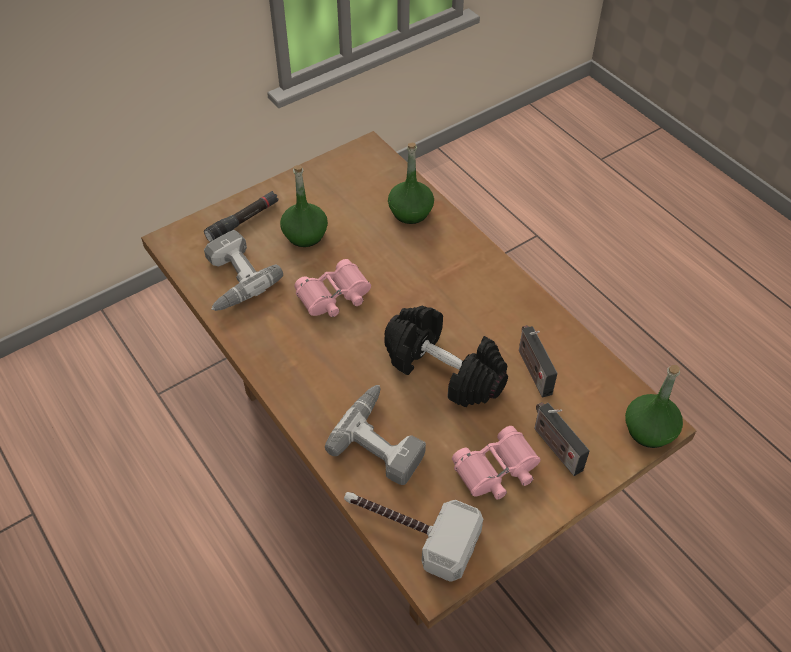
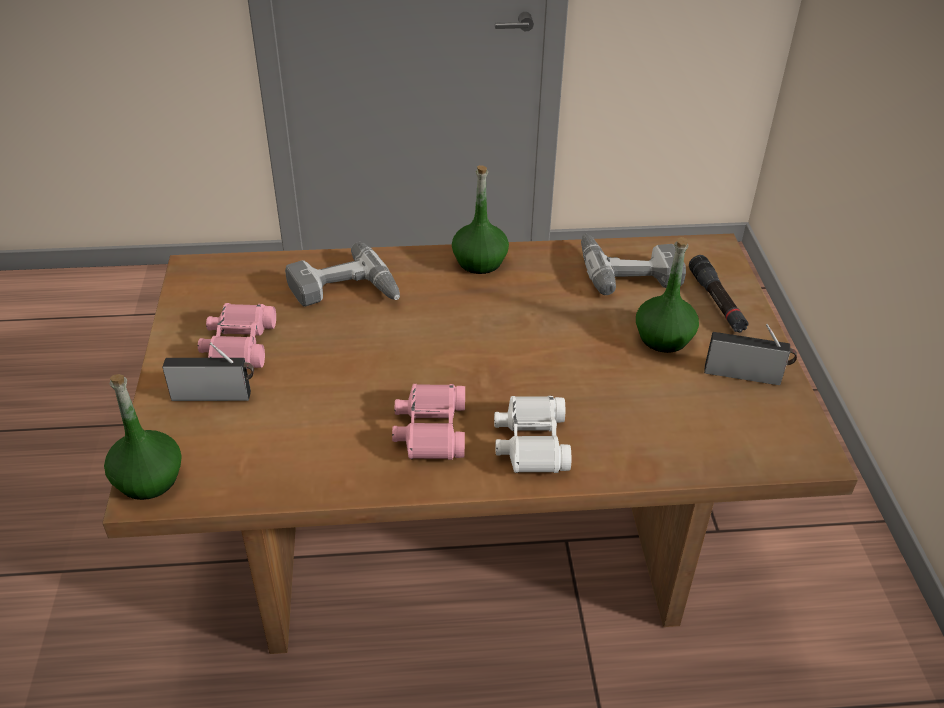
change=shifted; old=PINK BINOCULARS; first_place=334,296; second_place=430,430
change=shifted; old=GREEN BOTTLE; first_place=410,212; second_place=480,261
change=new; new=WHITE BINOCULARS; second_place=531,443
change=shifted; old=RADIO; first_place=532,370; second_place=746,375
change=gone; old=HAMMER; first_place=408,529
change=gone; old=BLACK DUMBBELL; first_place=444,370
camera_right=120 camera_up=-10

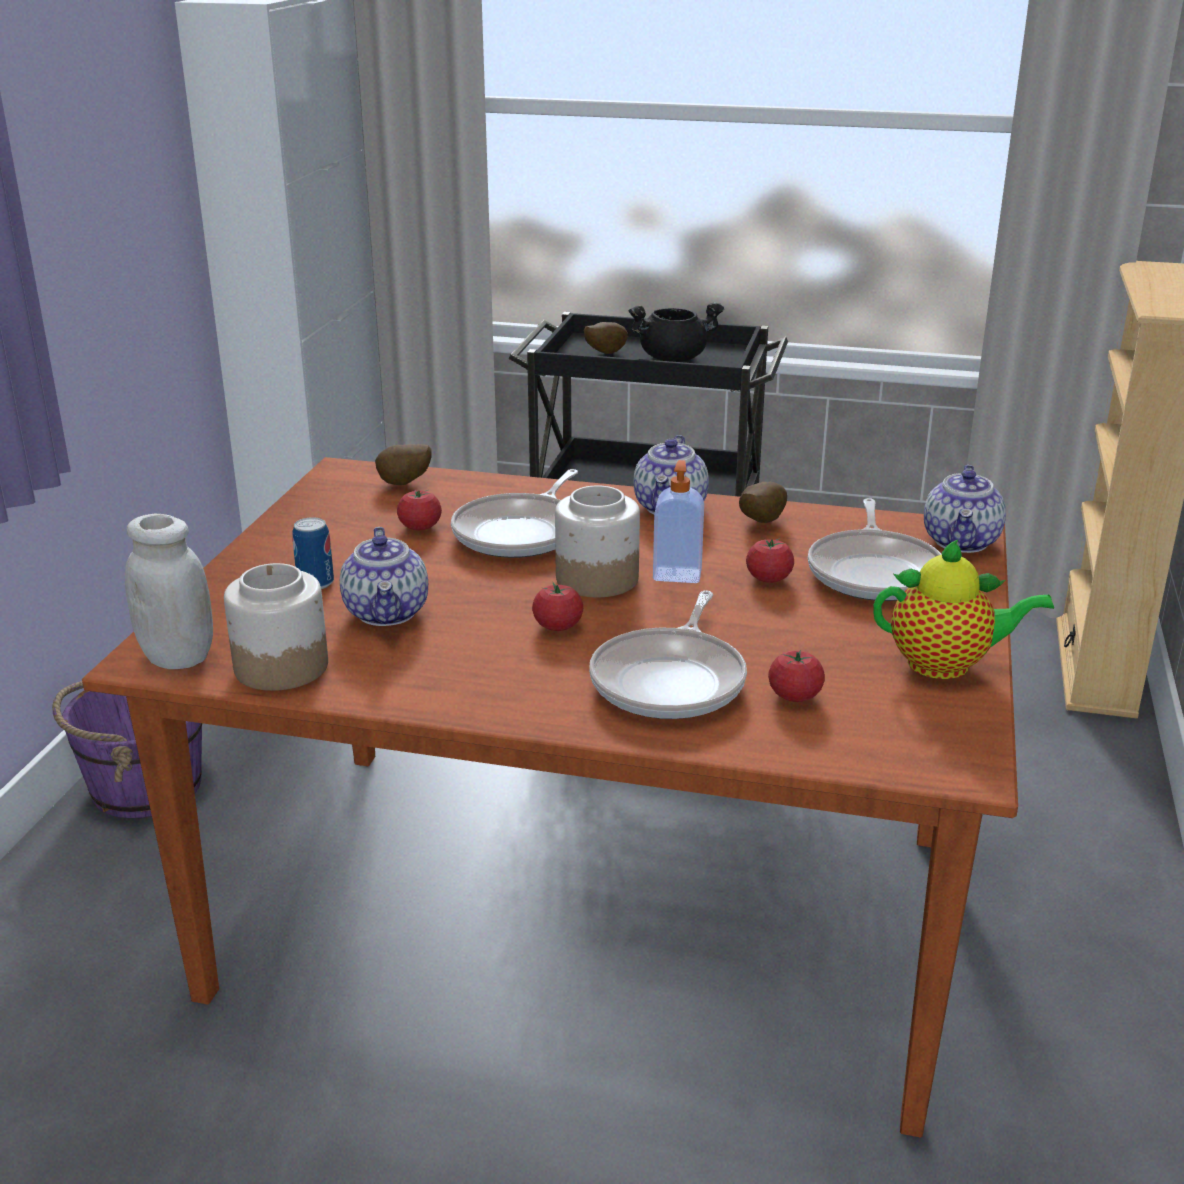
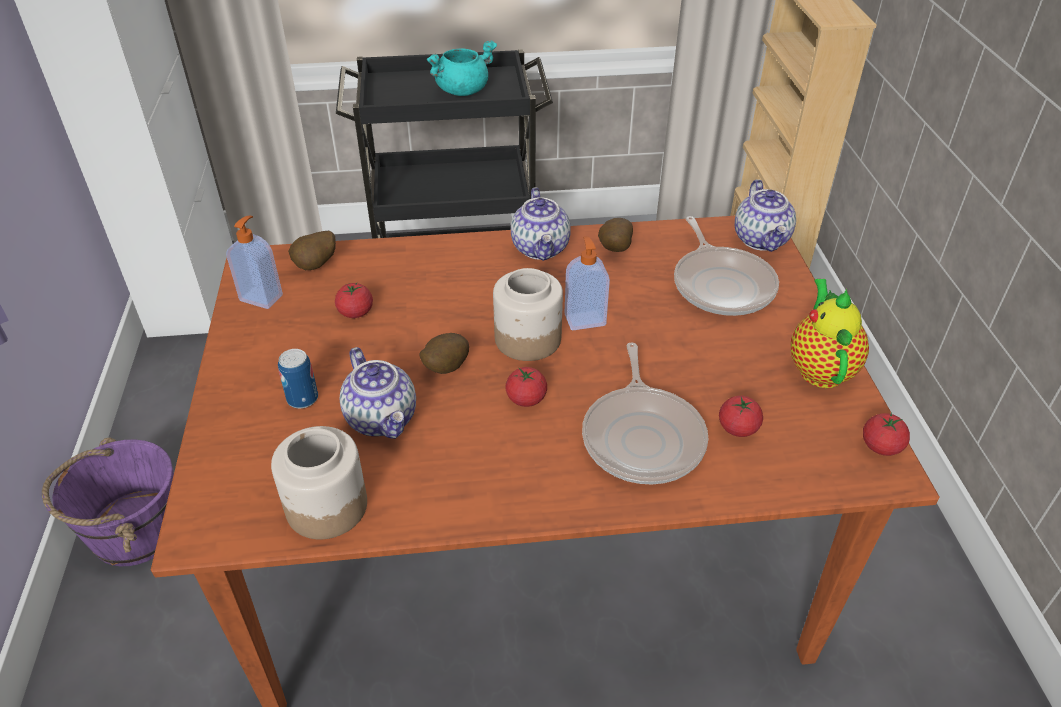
change=new; new=SOAP DISPENSER; second_place=262,297
change=shifted; old=POTATO; first_place=604,353; second_place=444,368
change=repainted; old=BLACK COOKING POT; new=TURQUOISE COOKING POT; first_place=673,358; second_place=462,90
change=rotated; old=TEAPOT; first_place=946,665; second_place=820,368; degrees=-75
change=shifted; old=TOMATO; first_place=768,578; second_place=881,446
change=gone; old=WHITE JAR; first_place=178,657
change=gone; old=FRYING PAN; first_place=520,533
camera_right=-20 camera_up=15

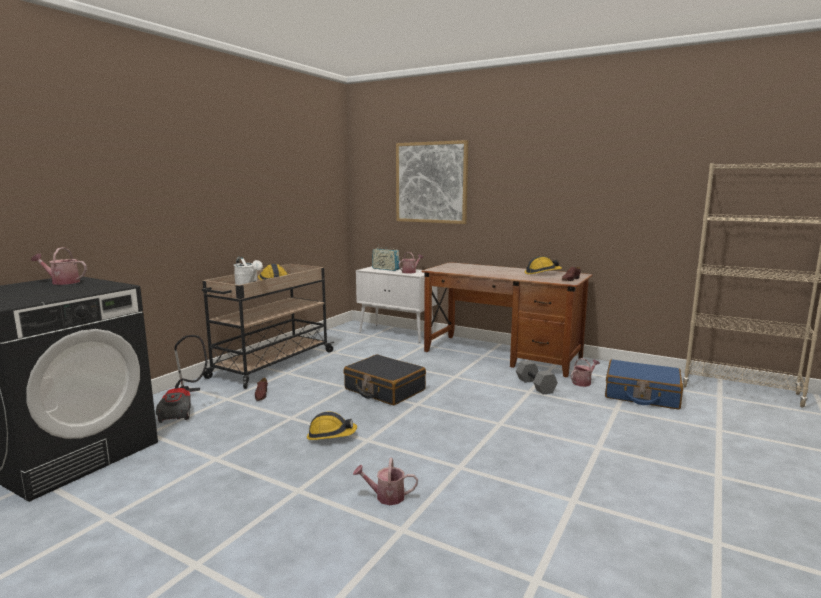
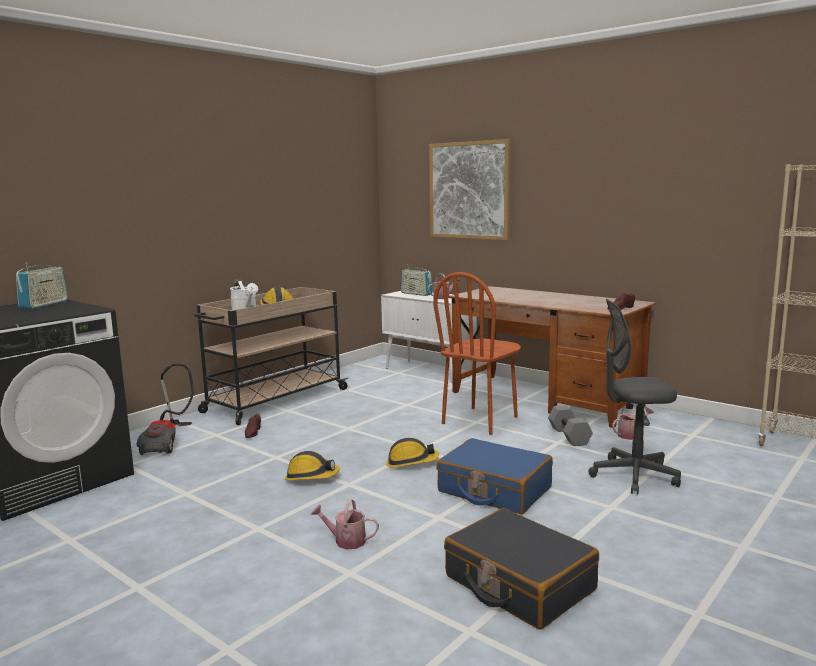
change=swapped; old=WATERING CAN; new=RADIO; first_place=62,282; second_place=44,305
change=shifted; old=HARD HAT; first_place=542,273; second_place=411,463
change=new; new=BROWN CHAIR; second_place=480,420
change=shifted; old=BLUE SUITCASE; first_place=641,395; second_place=494,490
change=shifted; old=BLACK SUITCASE; first_place=384,390; second_place=518,583
change=new; new=GREY OFFICE CHAIR; second_place=633,476
camera_right=10 camera_up=0

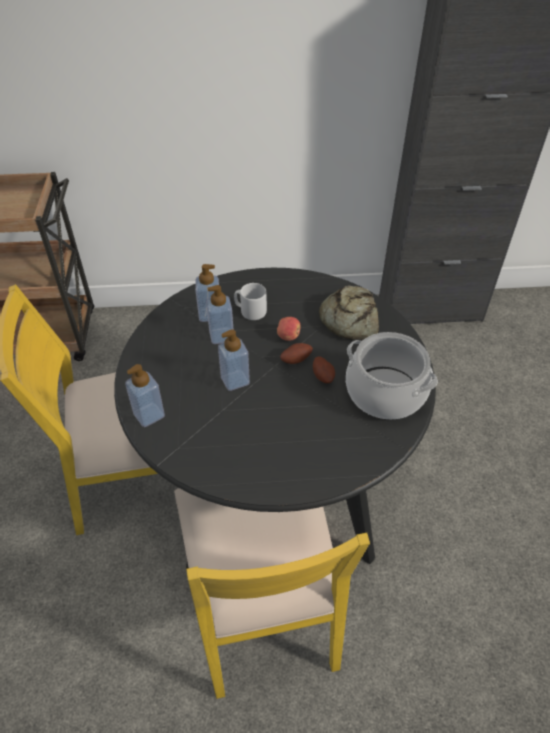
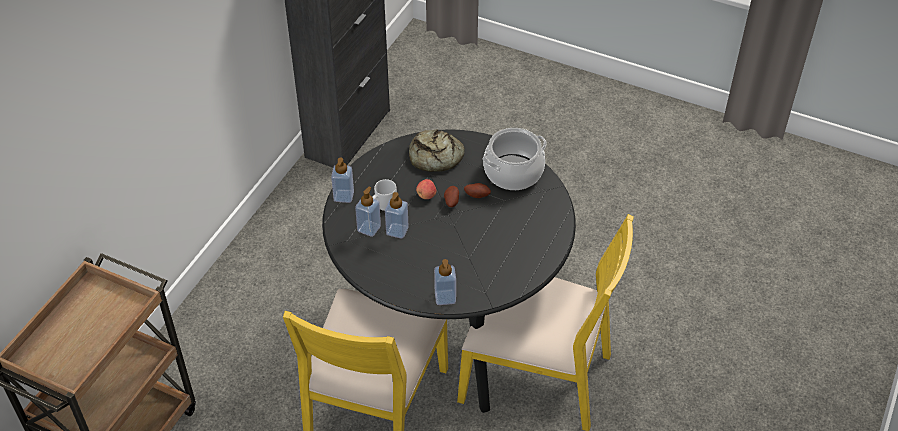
change=shifted; old=SOAP DISPENSER; first_place=235,380; second_place=343,196
camera_right=-60 camera_up=0

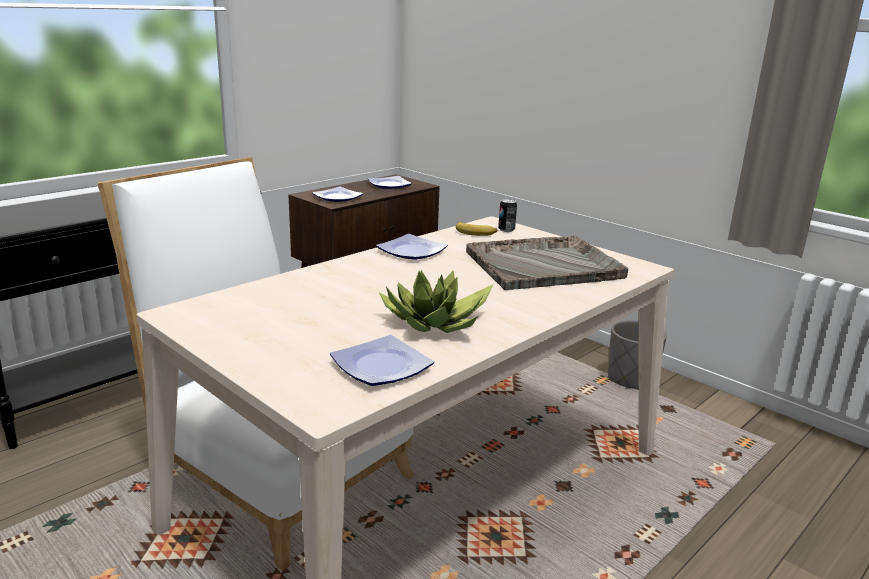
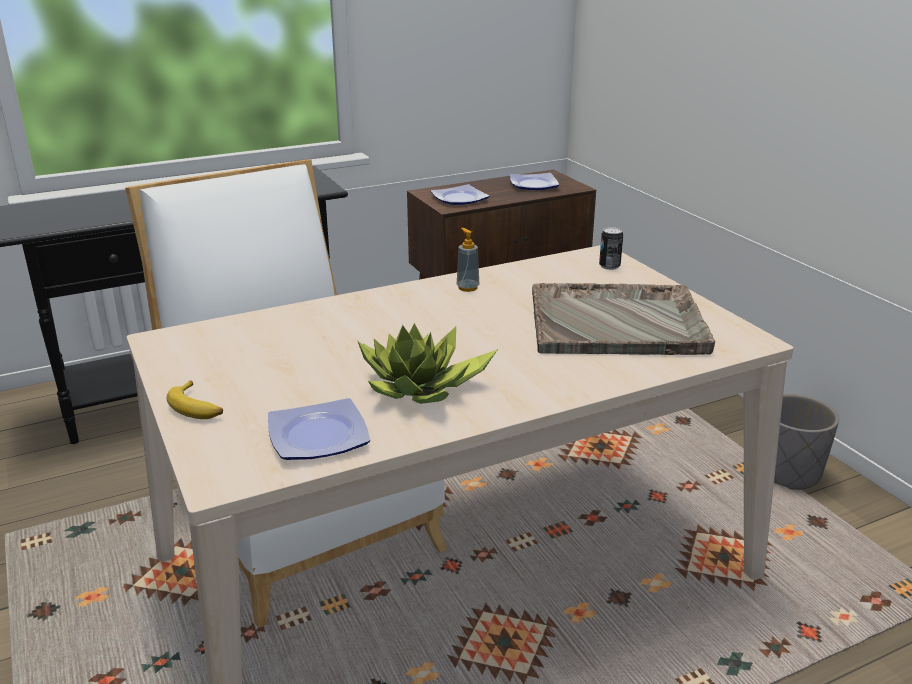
change=shifted; old=BANANA; first_place=475,232; second_place=197,407
change=swapped; old=PLATE; new=SOAP DISPENSER; first_place=412,252; second_place=467,287
camera_right=20 camera_up=5

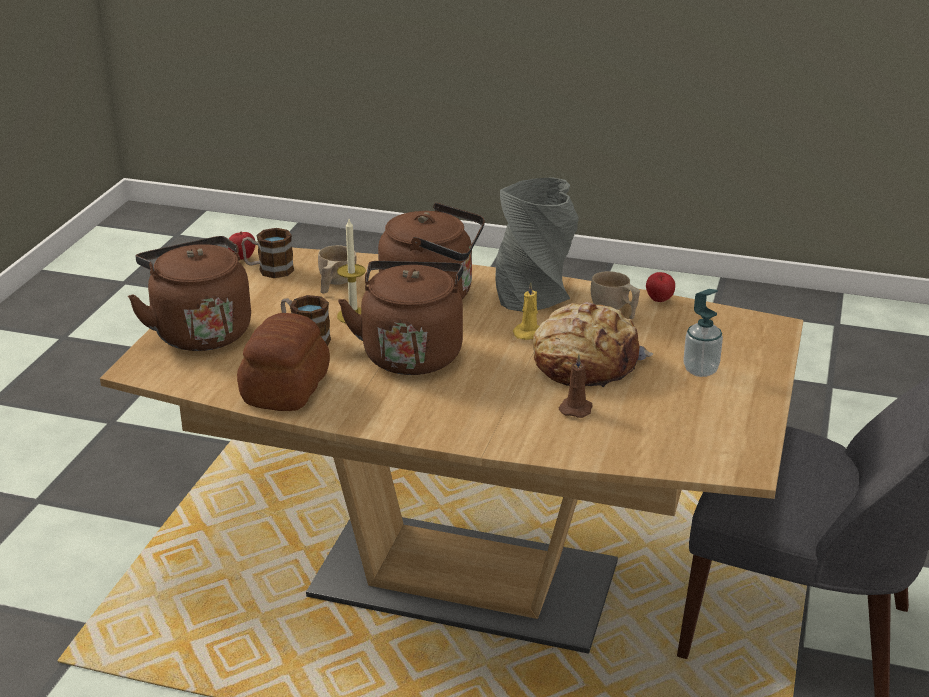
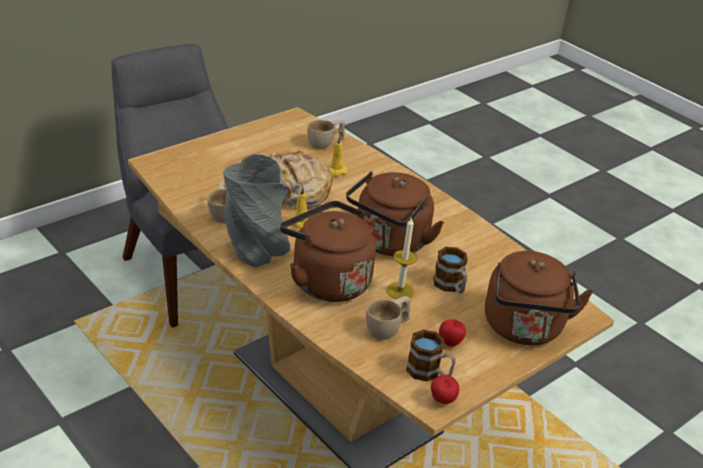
change=new; new=BEIGE CUP; second_place=325,144
change=repainted; old=BROWN CANDLE; new=YELLOW CANDLE; first_place=576,408; second_place=335,171
change=shifted; old=APPLE; first_place=659,301; second_place=450,343
change=gone; old=BREAD; first_place=287,388
change=gone; old=SOAP DISPENSER; first_place=700,370
camera_right=-150 camera_up=5

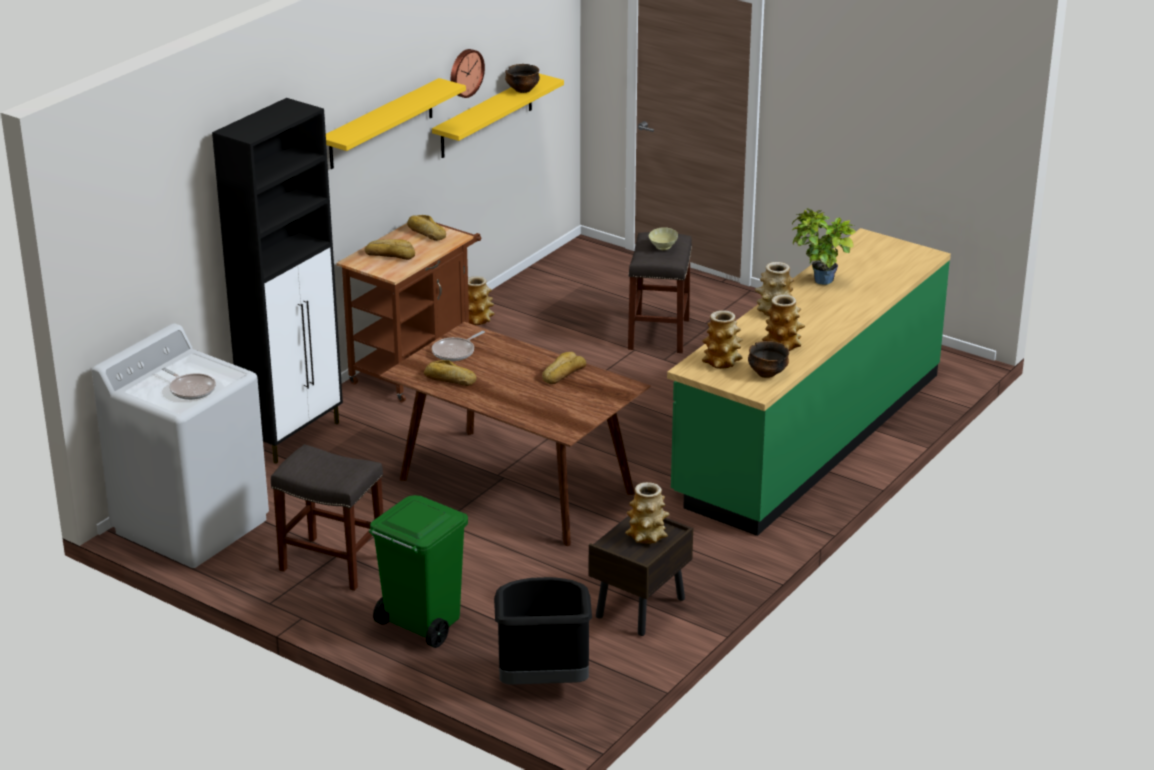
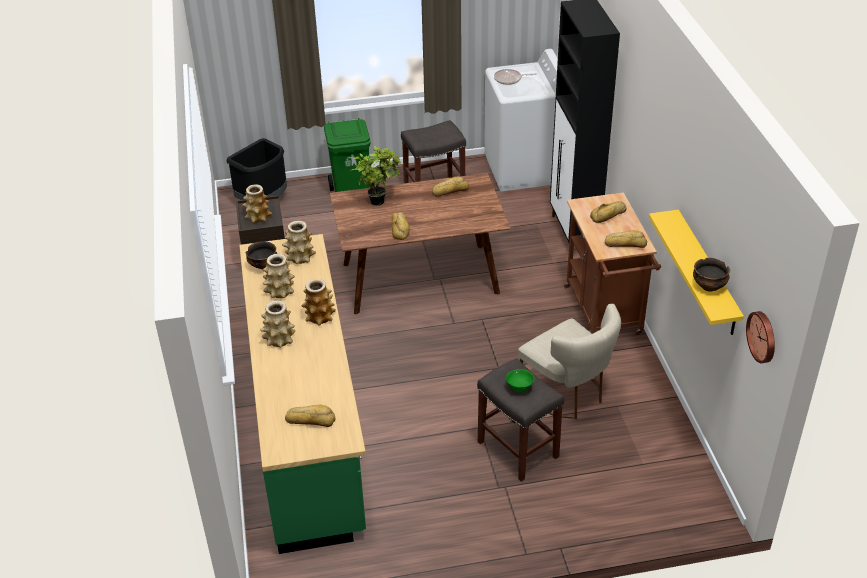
change=shifted; old=VASE; first_place=477,319; second_place=279,339
change=new; new=BREAD; second_place=310,419
change=shifted; old=POTTED PLANT; first_place=818,282; second_place=378,200
change=repainted; old=BEIGE BOWL; new=GREEN BOWL; first_place=662,247; second_place=520,387
change=new; new=BEIGE CHAIR; second_place=568,394
change=shifted; old=WALL CLOCK; first_place=465,72; second_place=763,336
change=gone; old=YELLOW SHELF; first_place=381,124
change=gone; old=FRYING PAN; first_place=455,352
camera_right=135 camera_up=10

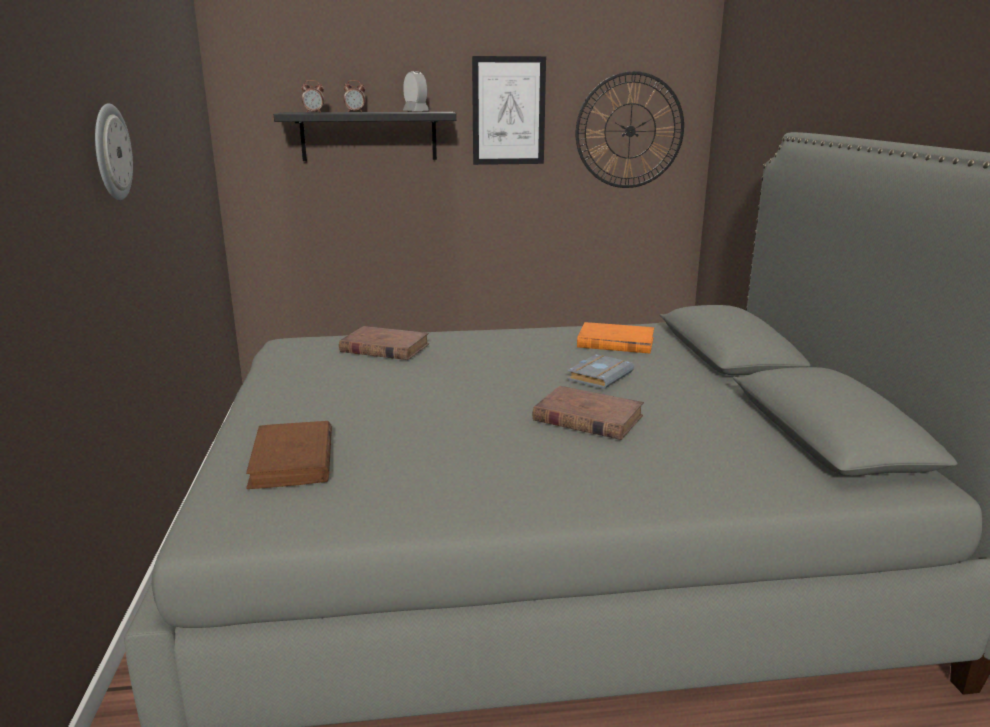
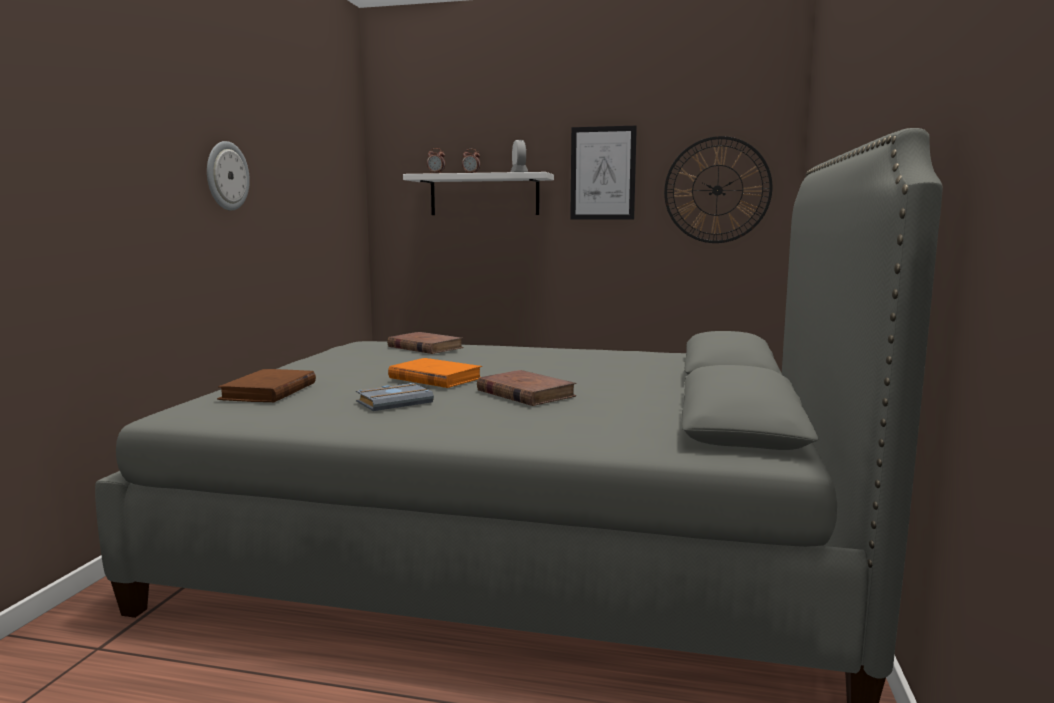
change=shifted; old=GREY BOOK; first_place=599,376; second_place=395,402
change=shifted; old=ORANGE BOOK; first_place=615,343; second_place=435,378
change=repainted; old=BLACK SHELF; new=WHITE SHELF; first_place=369,136; second_place=484,195
camera_right=20 camera_up=-10

